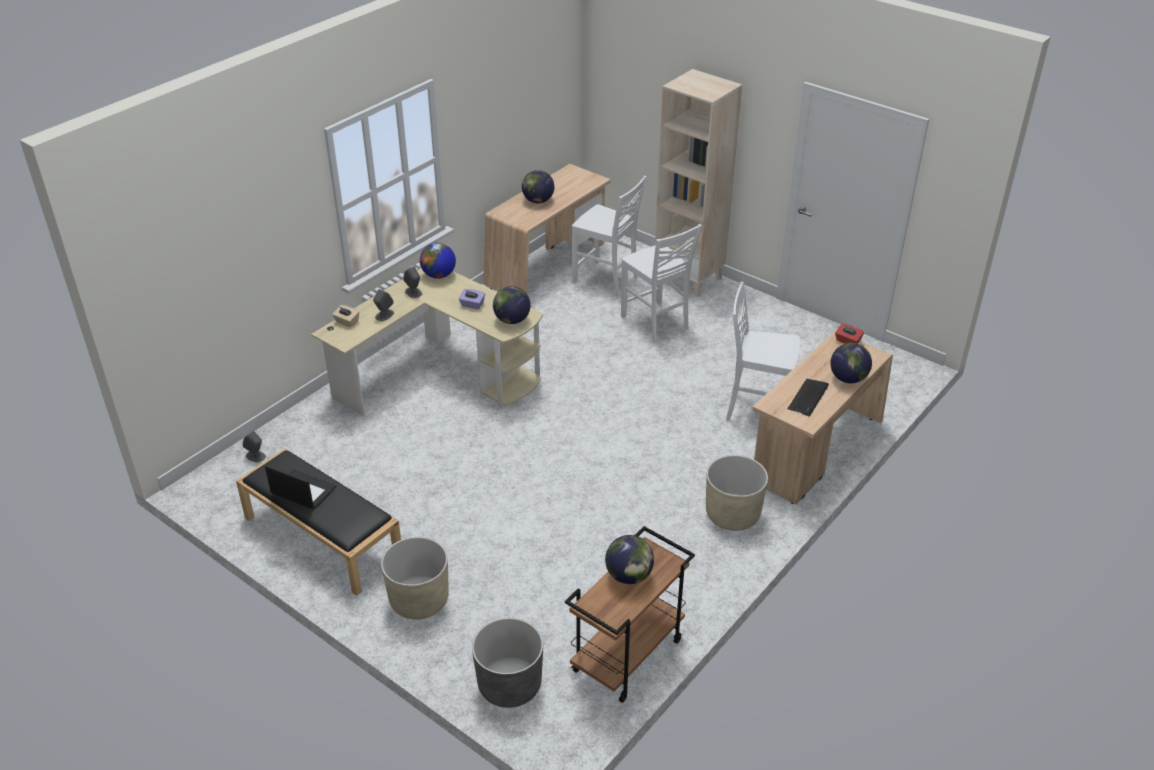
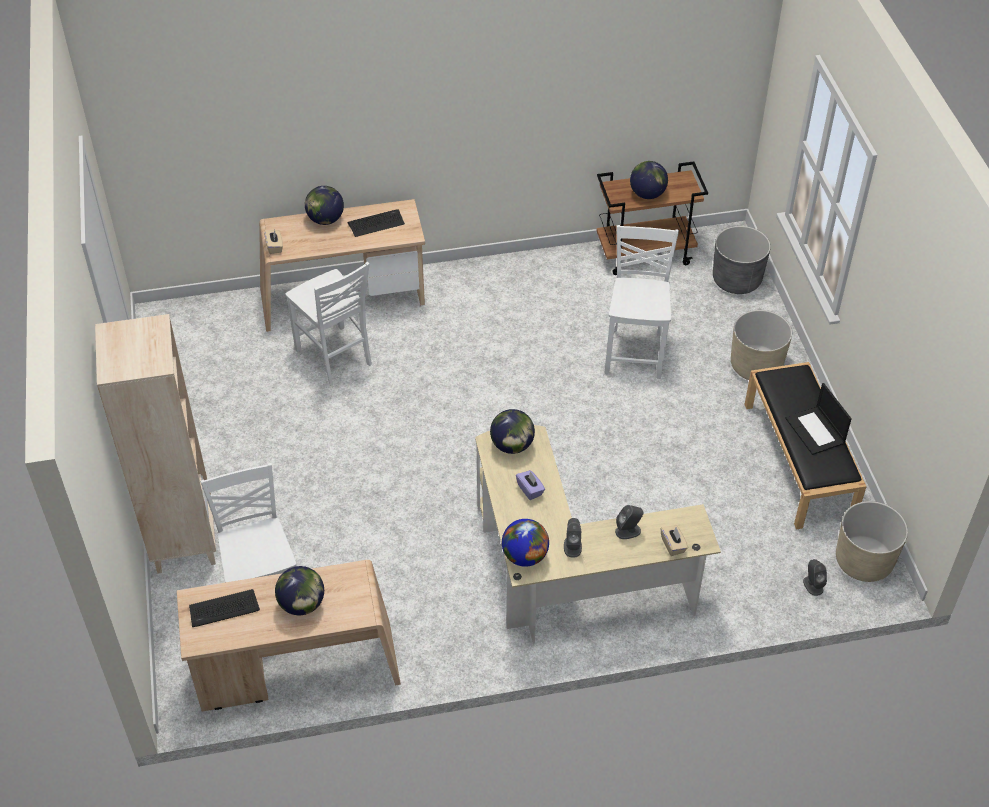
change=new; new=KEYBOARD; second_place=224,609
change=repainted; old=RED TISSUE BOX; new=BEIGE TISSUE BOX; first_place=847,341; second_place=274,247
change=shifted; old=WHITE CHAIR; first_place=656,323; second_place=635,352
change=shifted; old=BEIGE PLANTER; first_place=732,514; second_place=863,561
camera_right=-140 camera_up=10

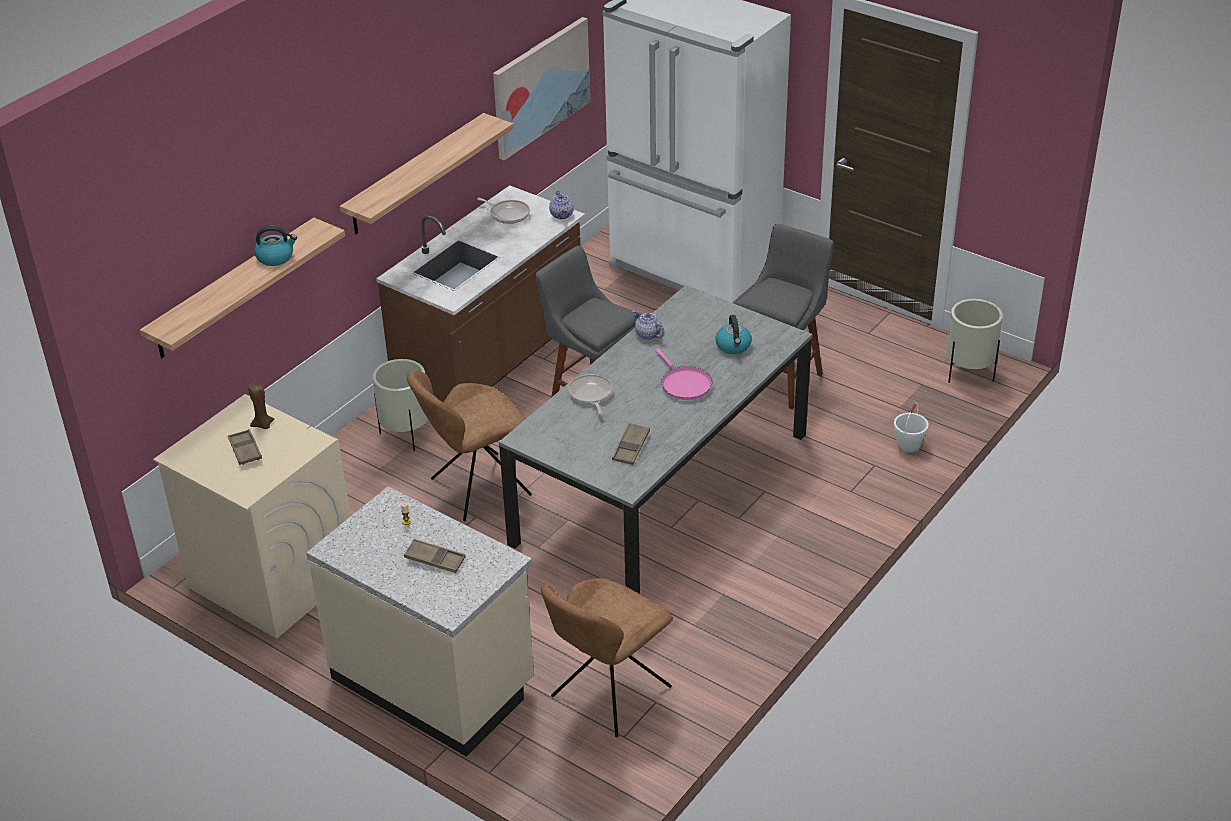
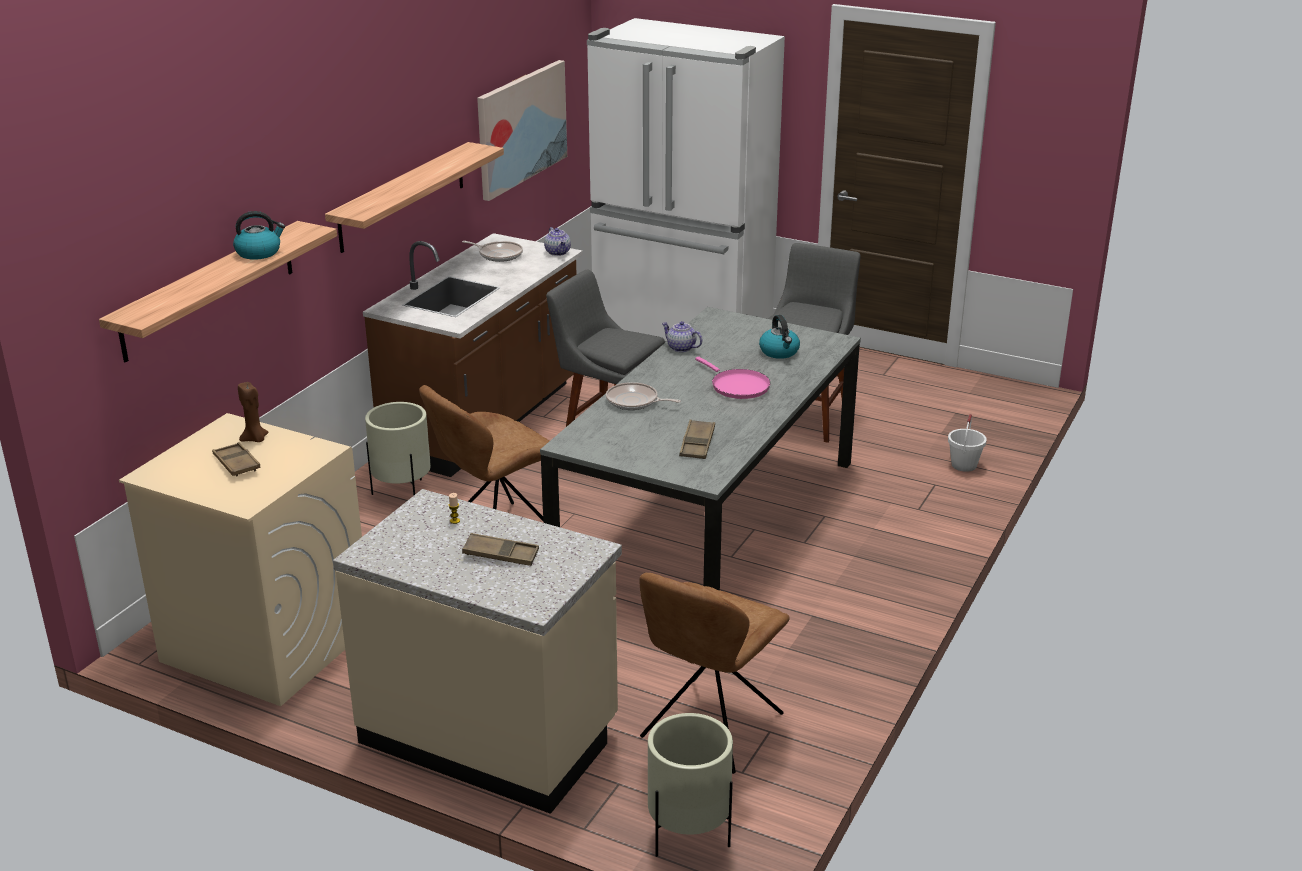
change=rotated; old=FRYING PAN; first_place=590,395; second_place=634,401; degrees=-45
change=shifted; old=BEIGE PLANTER; first_place=968,374; second_place=688,836
camera_right=-10 camera_up=-10

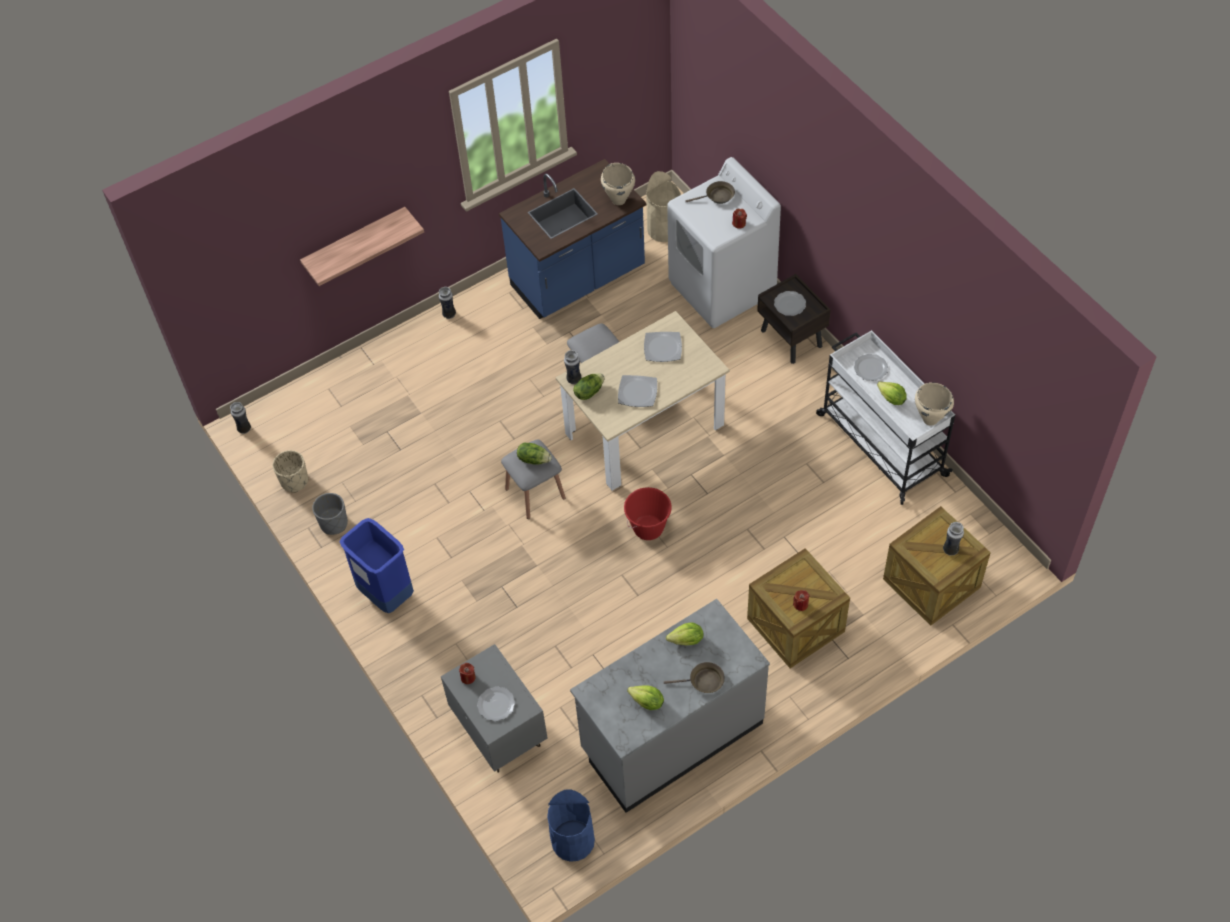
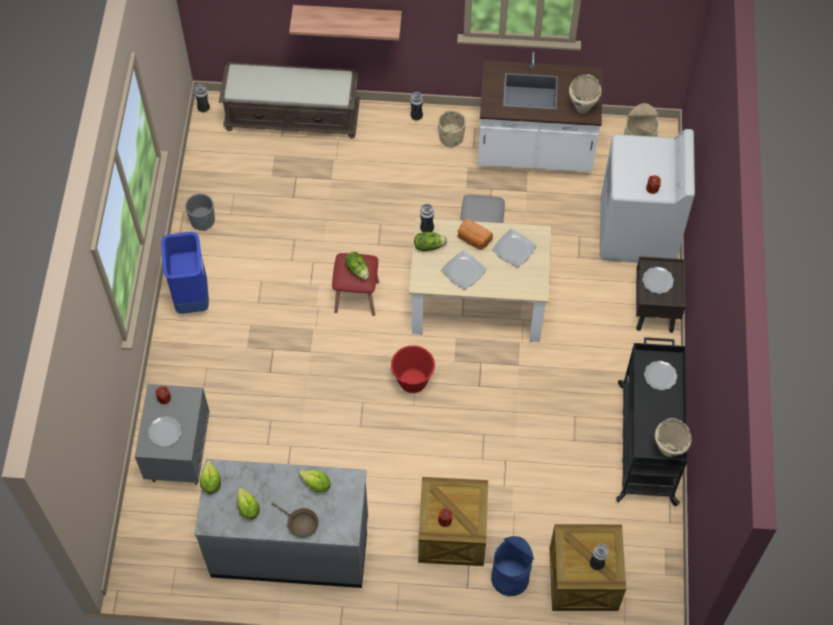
change=shifted; old=LETTUCE; first_place=891,399; second_place=211,483
change=new; new=BROWN BENCH; second_place=293,117
change=repainted; old=GREY STOOL; new=RED STOOL; first_place=535,493; second_place=356,296
change=shifted; old=BEIGE PLANTER; first_place=294,481; second_place=451,137
change=new; new=BREAD; second_place=473,239
change=repainted; old=BLUE COUNTER; new=WHITE COUNTER; first_place=578,279; second_place=534,152
change=shifted; old=BLUE TRASH CAN; first_place=573,840; second_place=510,578
change=repainted; old=WHITE CART; new=BLACK CART; first_place=880,443; second_place=646,441
change=gone; old=BROWN FRYING PAN; first_place=717,196
camera_right=35 camera_up=5

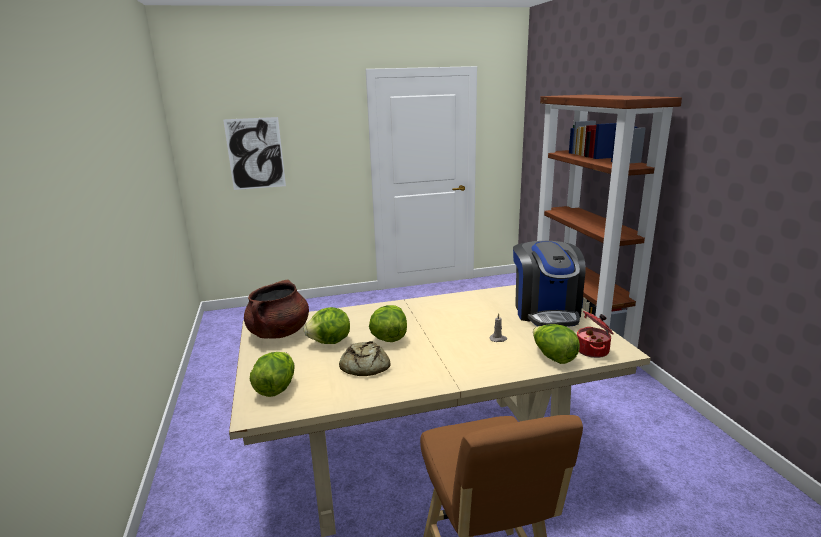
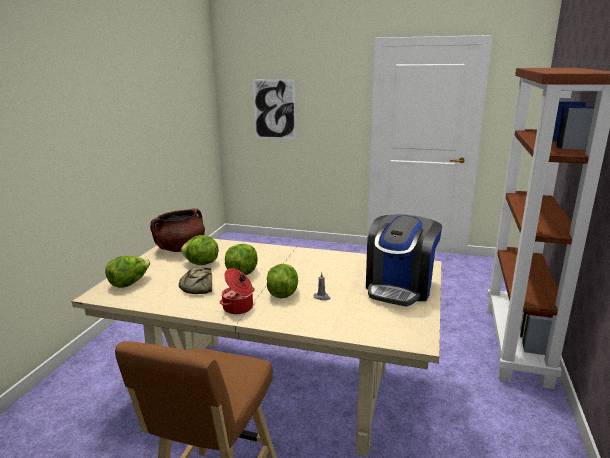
change=shifted; old=COOKING POT; first_place=593,350; second_place=238,308
change=shifted; old=LETTUCE; first_place=553,357; second_place=282,292
camera_right=30 camera_up=0

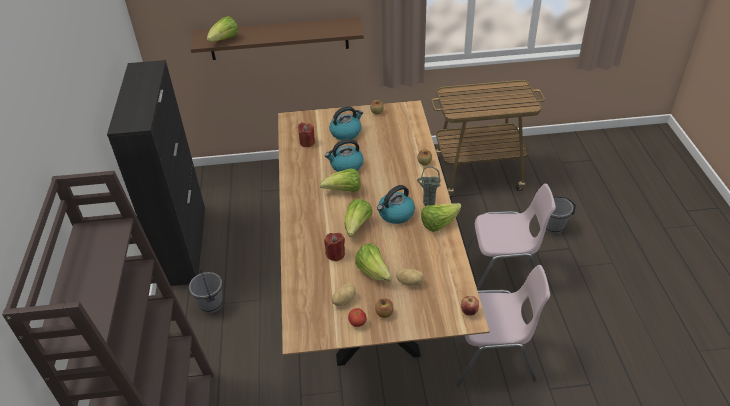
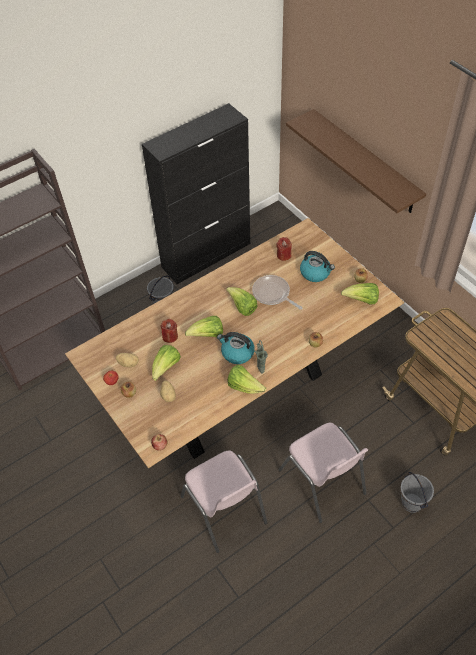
change=swapped; old=KETTLE; new=FRYING PAN; first_place=346,166; second_place=273,294
change=shifted; old=LETTUCE; first_place=224,40; second_place=362,300
camera_right=60 camera_up=10

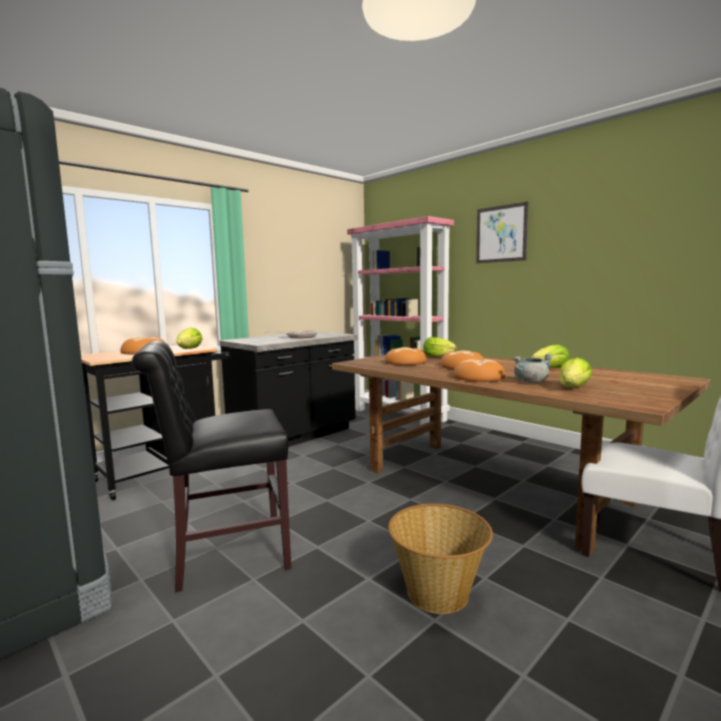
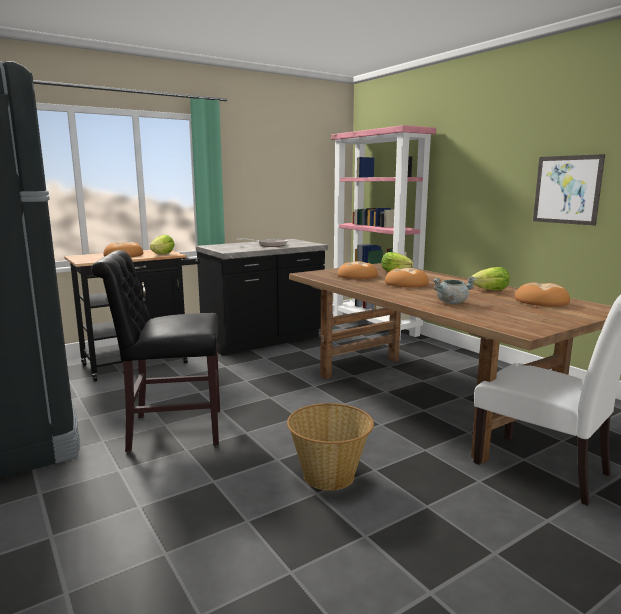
change=shifted; old=BREAD; first_place=478,377; second_place=540,301
change=shifted; old=PICTURE; first_place=501,234; second_place=567,189
change=gone; old=LETTUCE; first_place=573,388
camera_right=10 camera_up=5

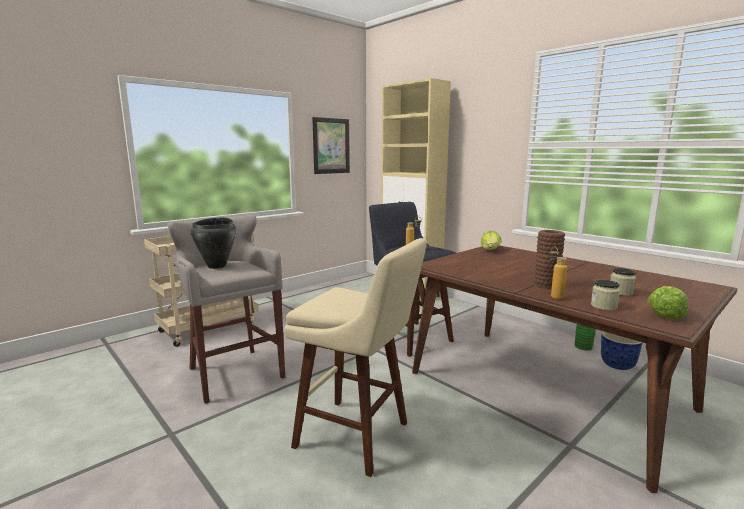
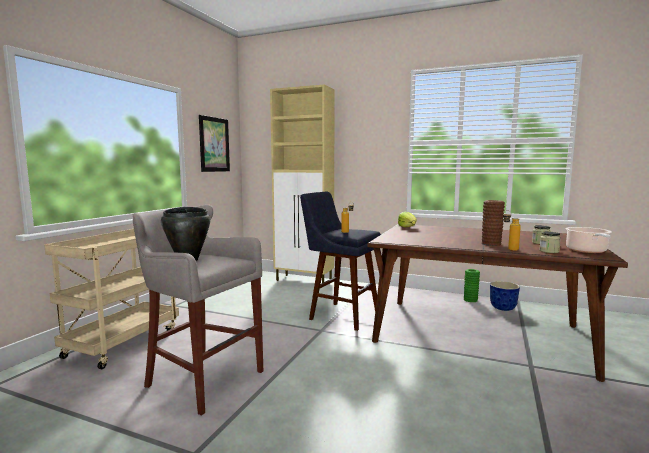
change=swapped; old=LETTUCE; new=COOKING POT; first_place=665,314; second_place=587,251
change=gone; old=BEIGE STOOL; first_place=358,437
camera_right=-25 camera_up=-5

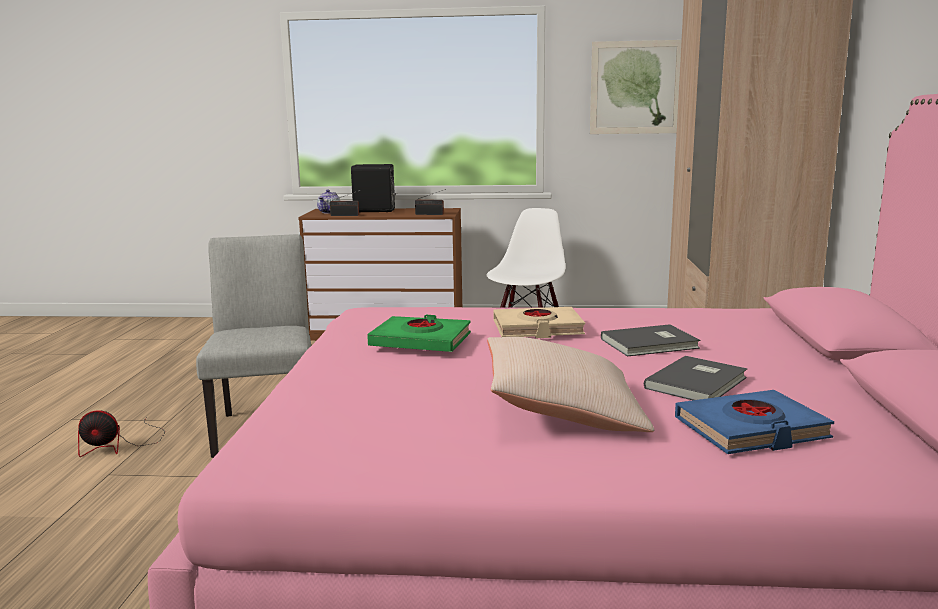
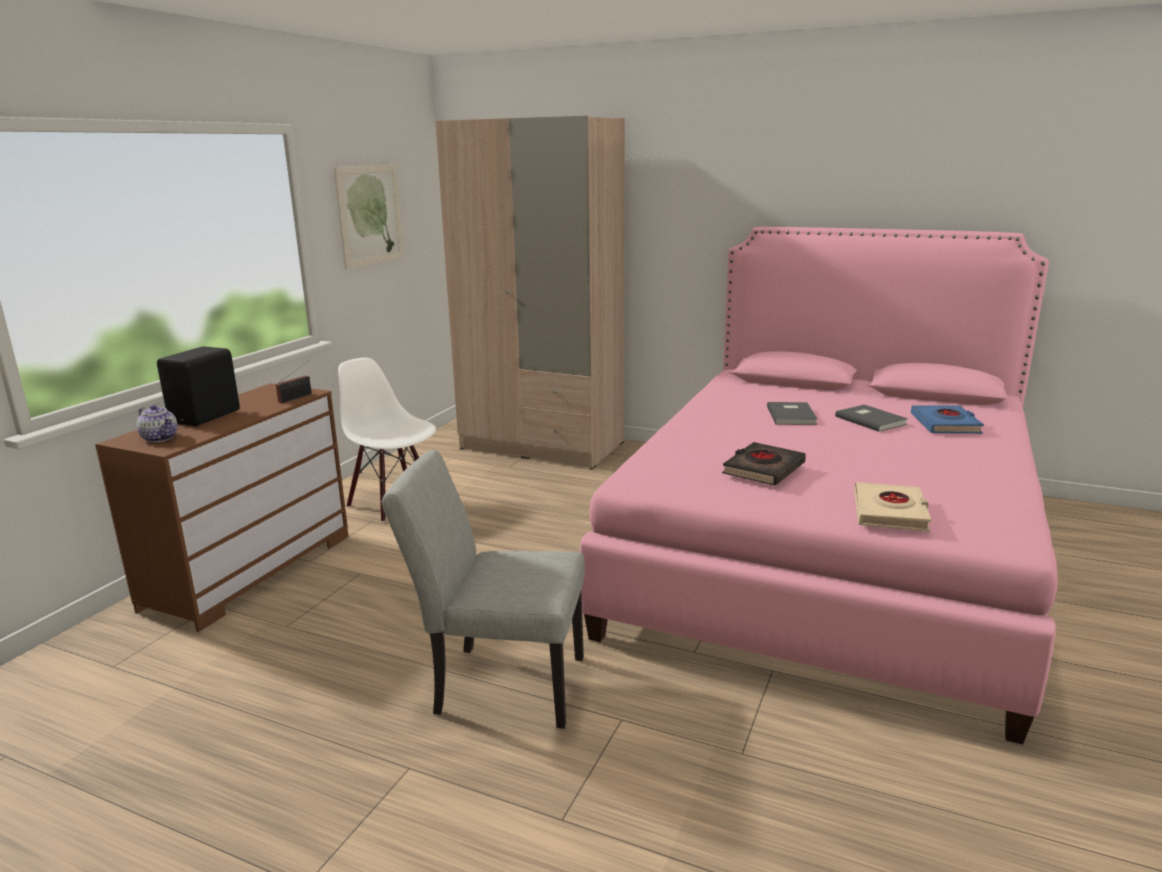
change=repainted; old=GREEN BOOK; new=BLACK BOOK; first_place=421,341; second_place=763,469
change=shifted; old=BEIGE BOOK; first_place=537,329; second_place=890,513
change=gone; old=FAN; first_place=120,445
change=gone; old=RADIO; first_place=346,215
change=gone; old=BEIGE PILLOW; first_place=562,410
camera_right=-70 camera_up=5

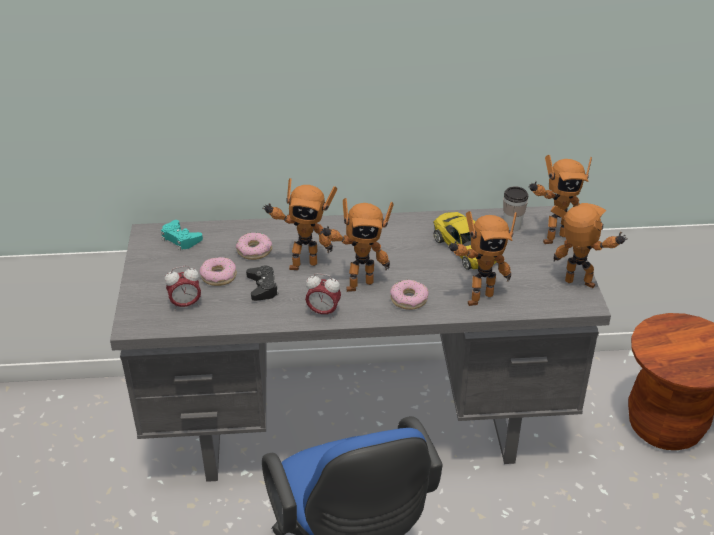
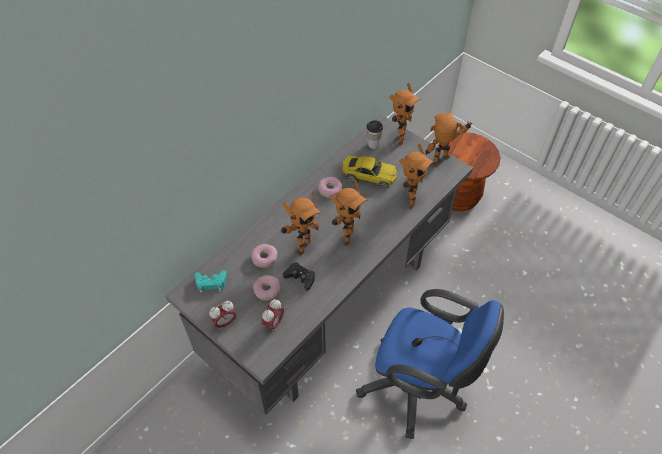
change=shifted; old=ALARM CLOCK; first_place=323,312; second_place=225,322
change=shifted; old=DONUT; first_place=409,299; second_place=329,189
camera_right=-45 camera_up=15

